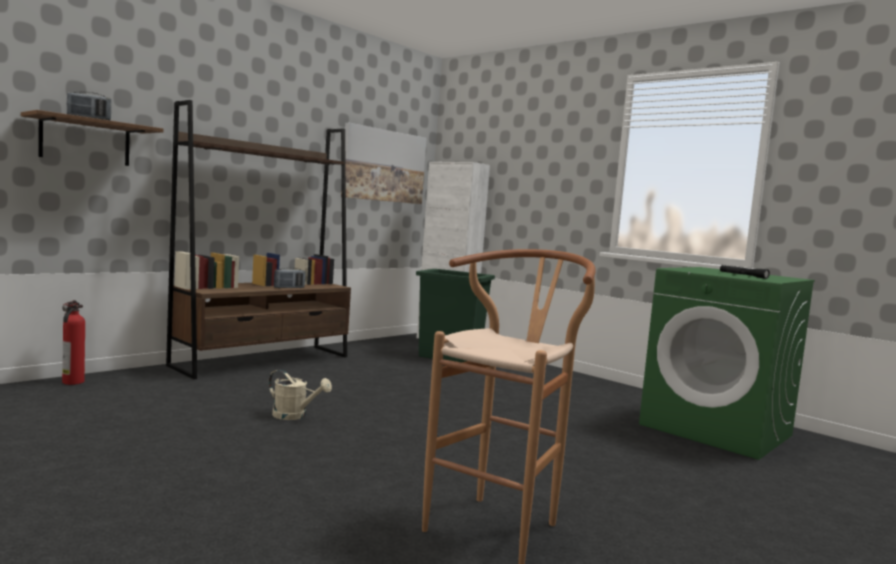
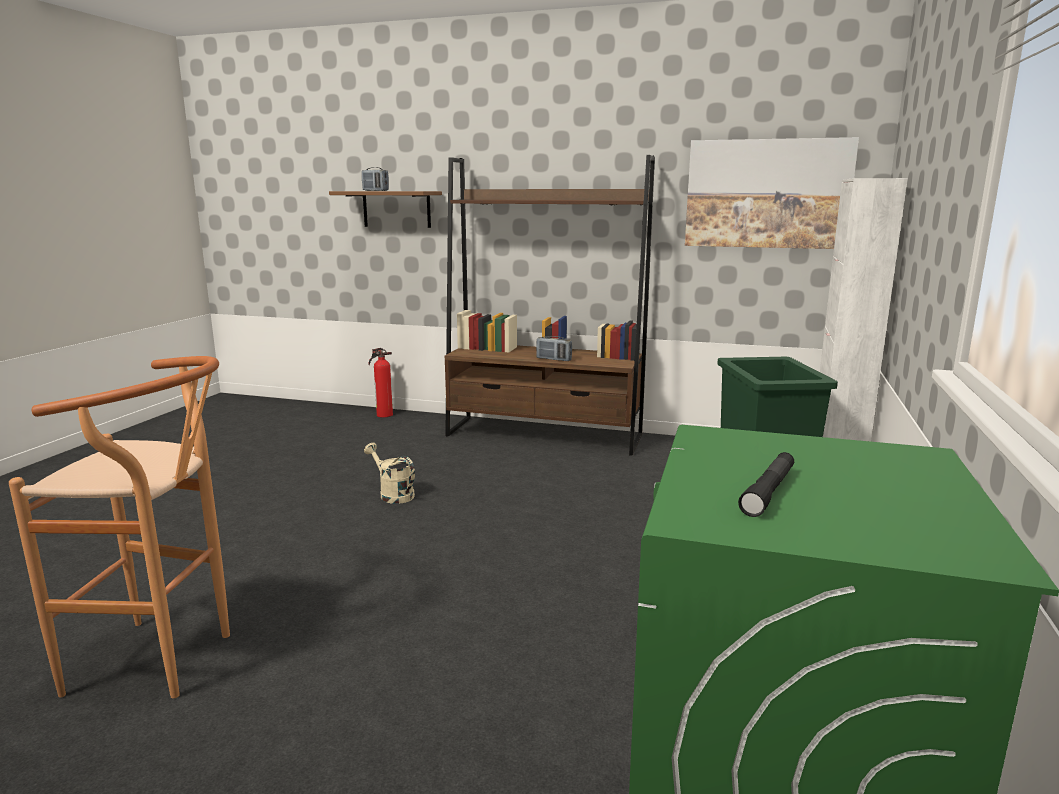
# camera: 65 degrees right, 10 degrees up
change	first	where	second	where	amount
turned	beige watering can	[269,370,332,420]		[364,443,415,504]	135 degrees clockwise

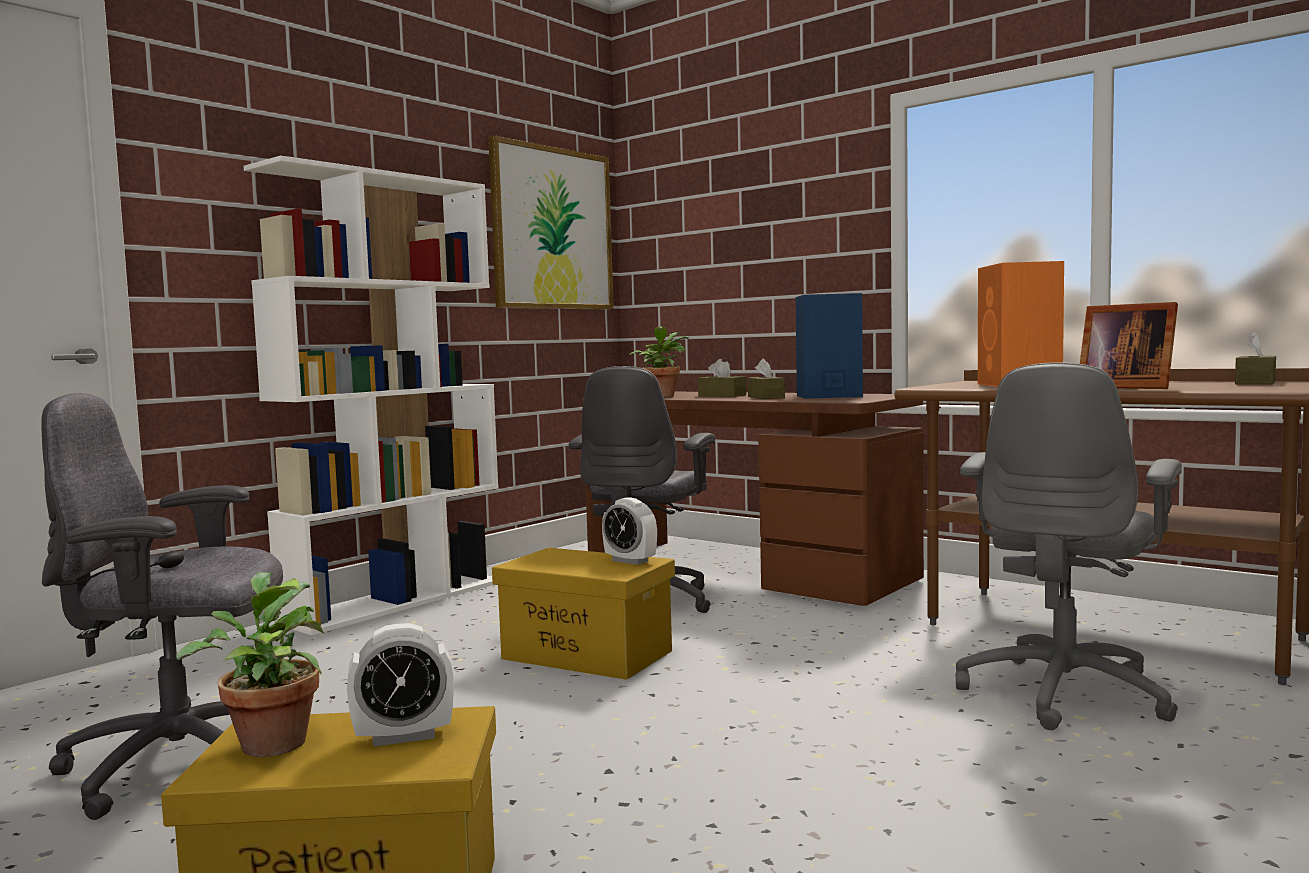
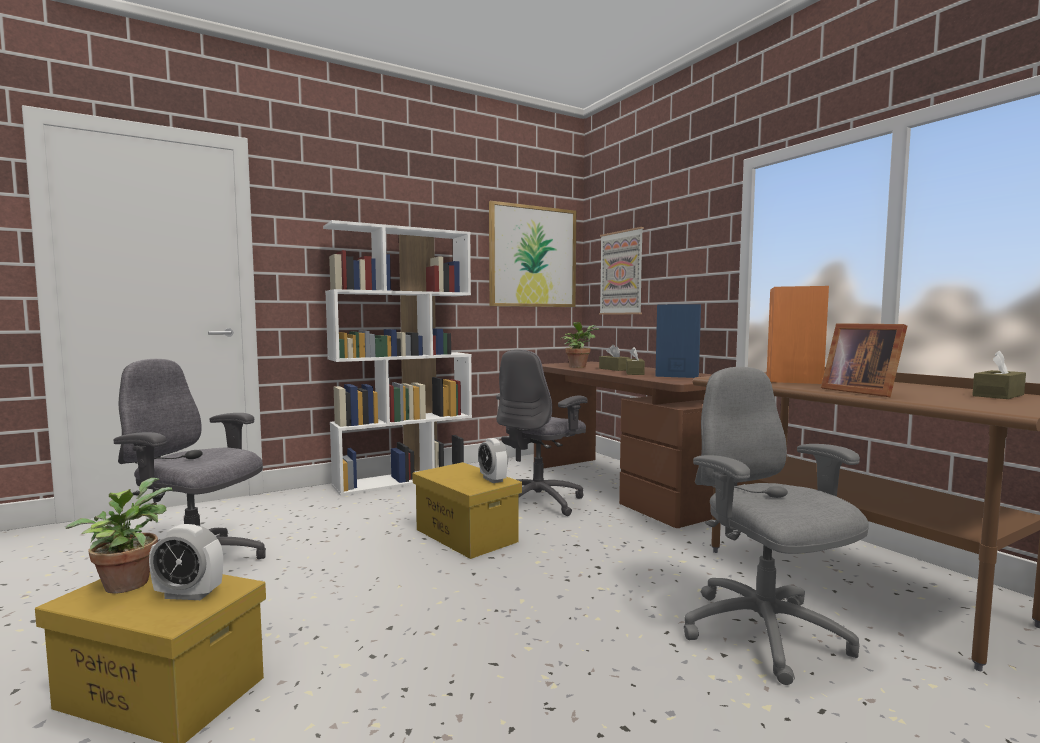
# camera: 20 degrees right, 0 degrees up
change	first	where	second	where	amount
added			picture	[599,227,644,315]	
turned	grey office chair	[955,362,1182,730]		[684,367,869,685]	105 degrees clockwise

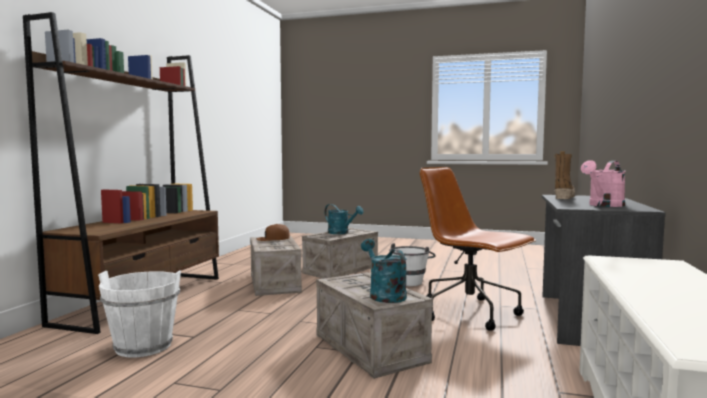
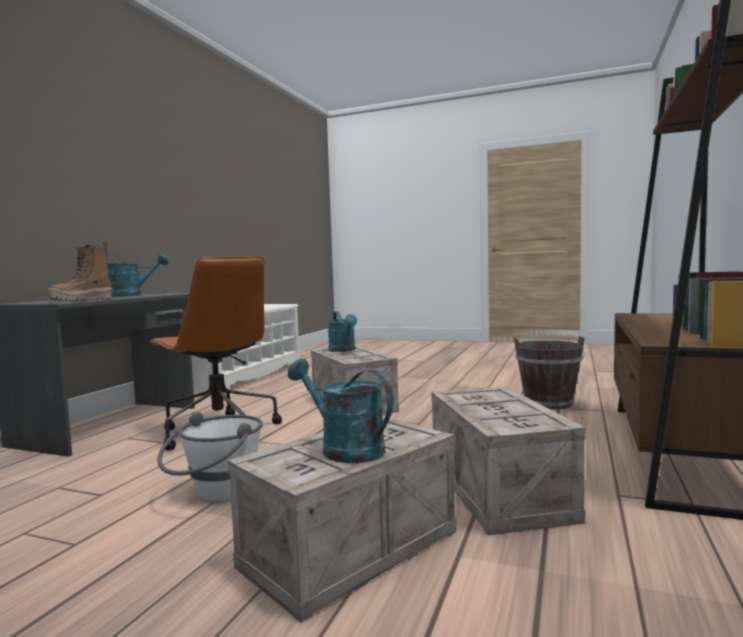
# camera: 175 degrees left, 0 degrees up
change	first	where	second	where	amount
recoloured	pink watering can	[581,160,626,207]	turquoise watering can	[108,253,168,297]	
recoloured	white bucket	[98,270,181,357]	brown bucket	[514,336,585,409]	
removed	brown cap	[257,224,290,241]			

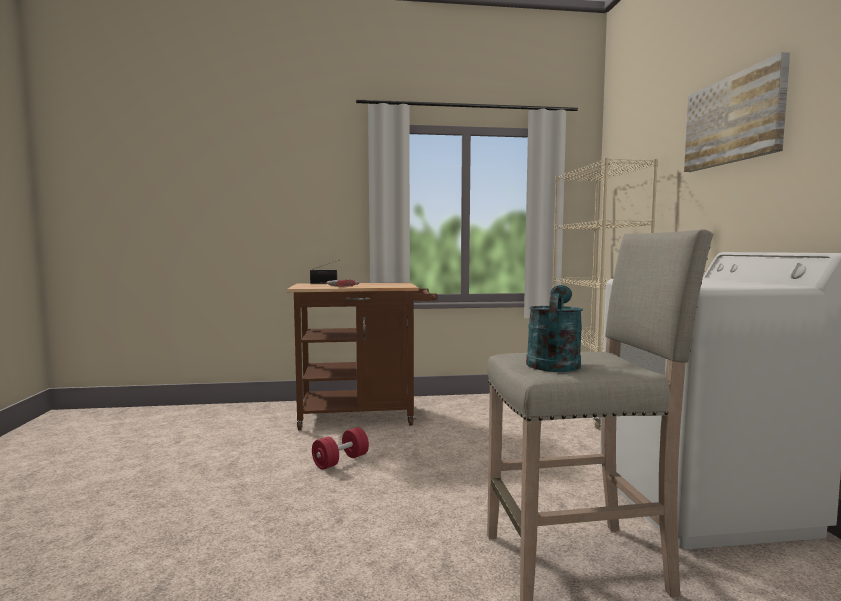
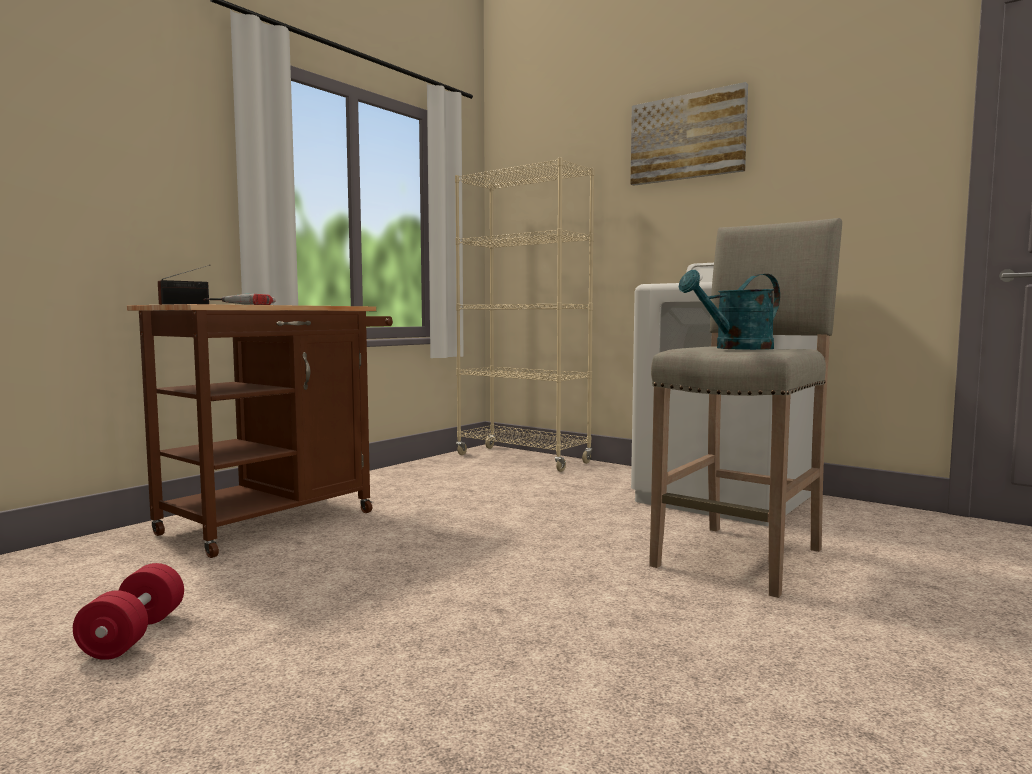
# camera: 45 degrees left, 0 degrees up
change	first	where	second	where	amount
moved	red dumbbell	[312,427,369,470]		[73,563,184,660]	
turned	turquoise watering can	[526,285,583,372]		[678,270,780,350]	90 degrees counterclockwise

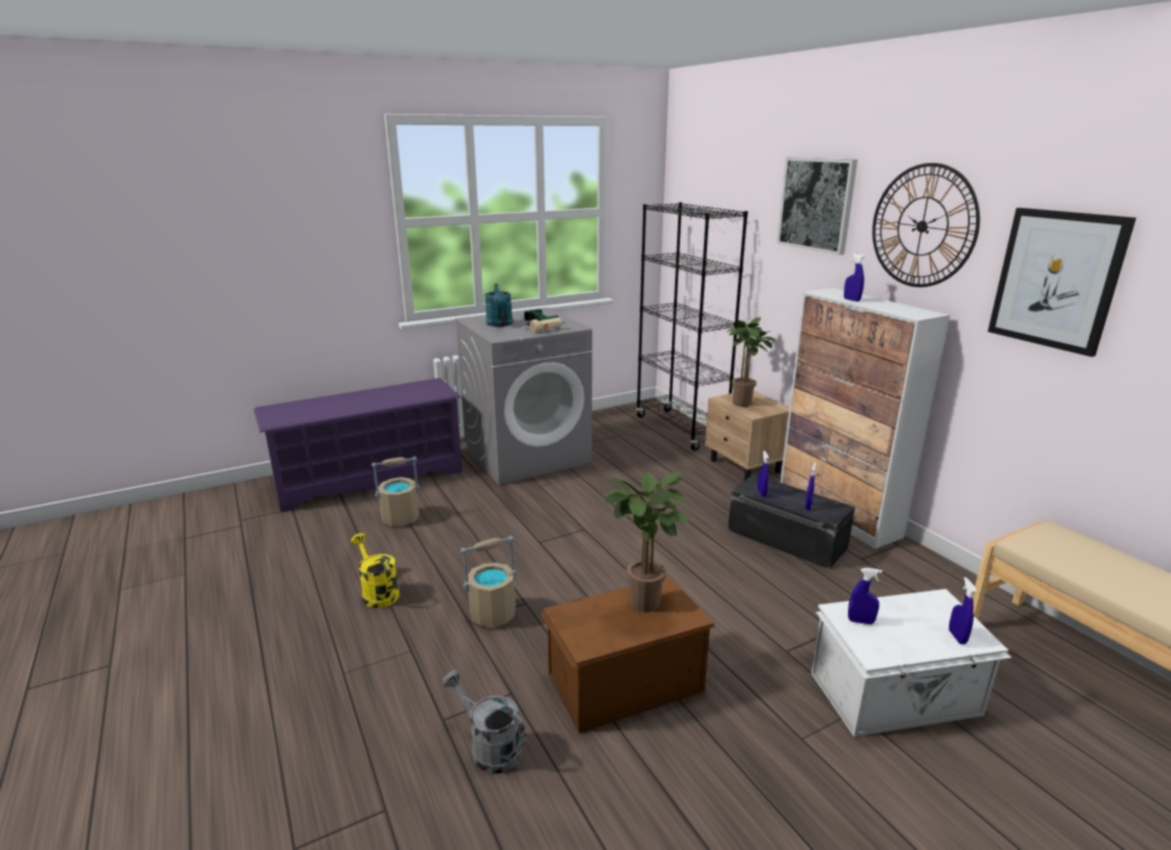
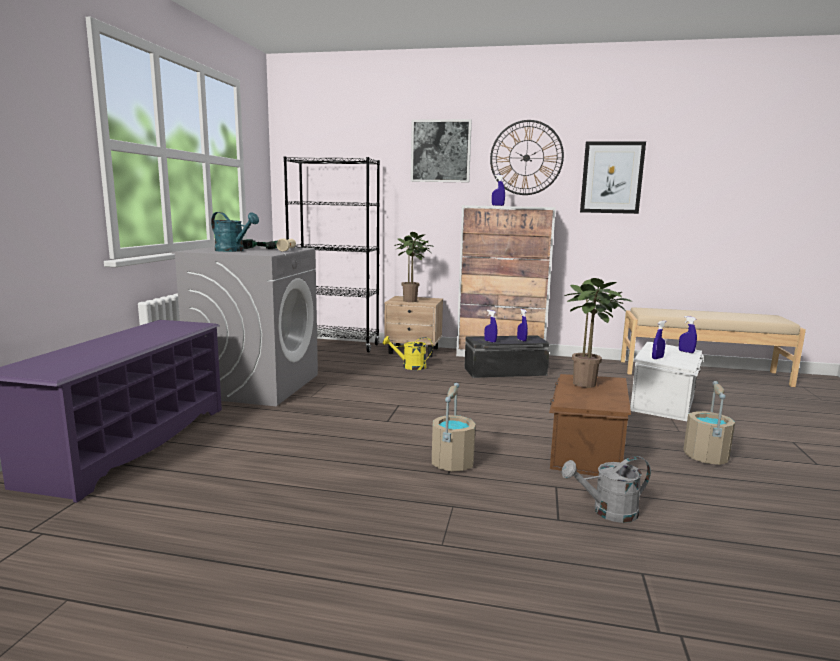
# camera: 50 degrees left, 10 degrees down
change	first	where	second	where	amount
moved	yellow watering can	[351,533,400,608]		[383,336,433,370]	
moved	beige bucket	[372,457,420,526]		[683,381,735,465]	

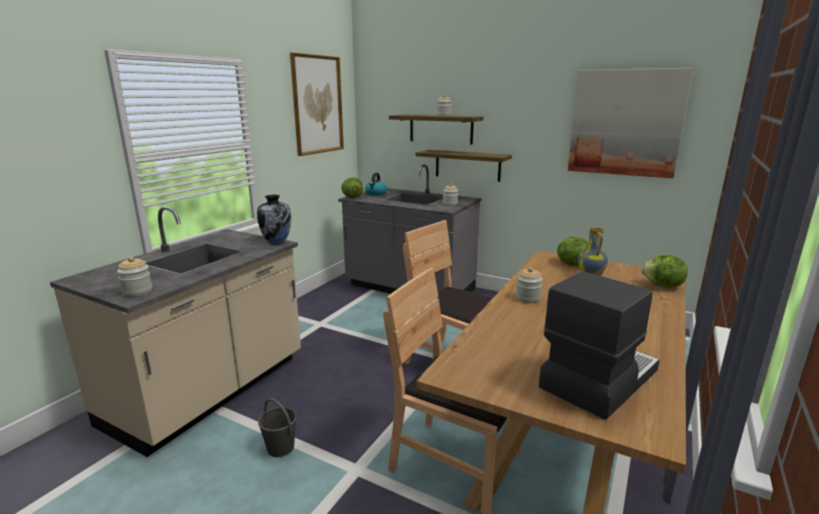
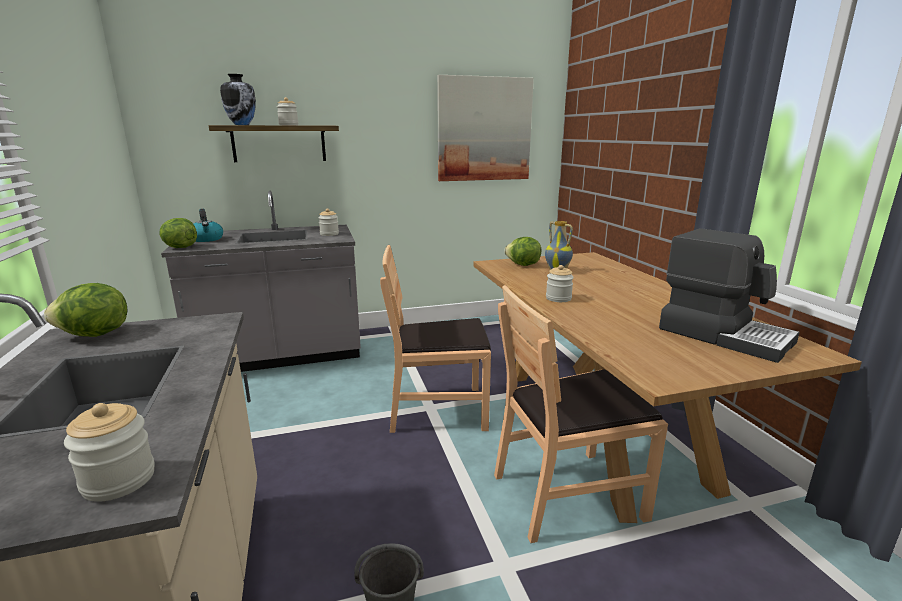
# camera: 45 degrees left, 0 degrees up
change	first	where	second	where	amount
moved	lettuce	[641,255,688,288]		[44,283,127,337]	
moved	vase	[257,195,291,245]		[220,74,256,125]	
turned	coffee machine	[539,271,660,420]		[659,228,800,363]	135 degrees clockwise
removed	picture	[290,53,344,156]			
removed	shelf	[416,150,512,182]			

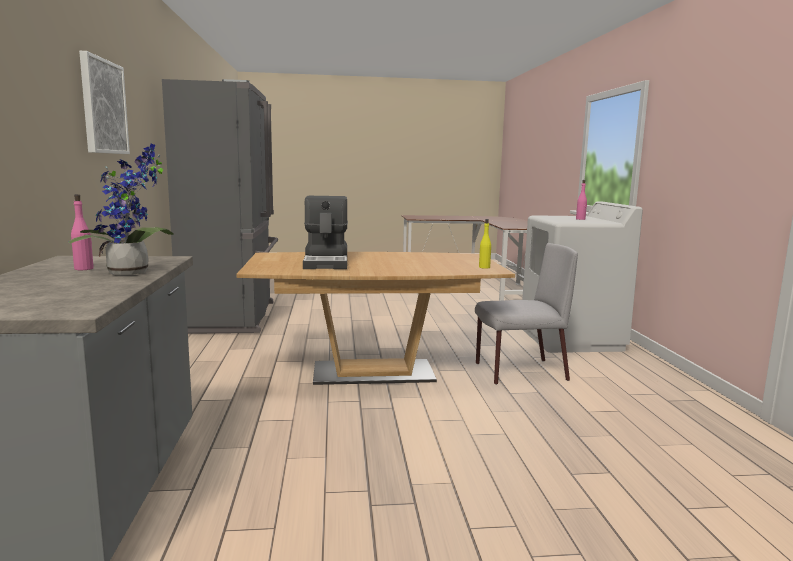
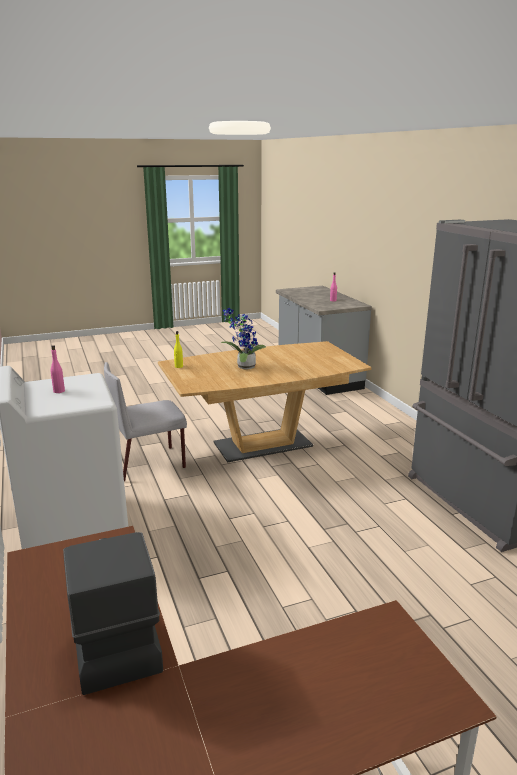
# camera: 165 degrees right, 10 degrees up
change	first	where	second	where	amount
moved	coffee machine	[303,196,348,269]		[63,532,163,695]	
moved	potted plant	[68,143,174,275]		[221,308,266,369]	
removed	picture	[79,51,130,154]			

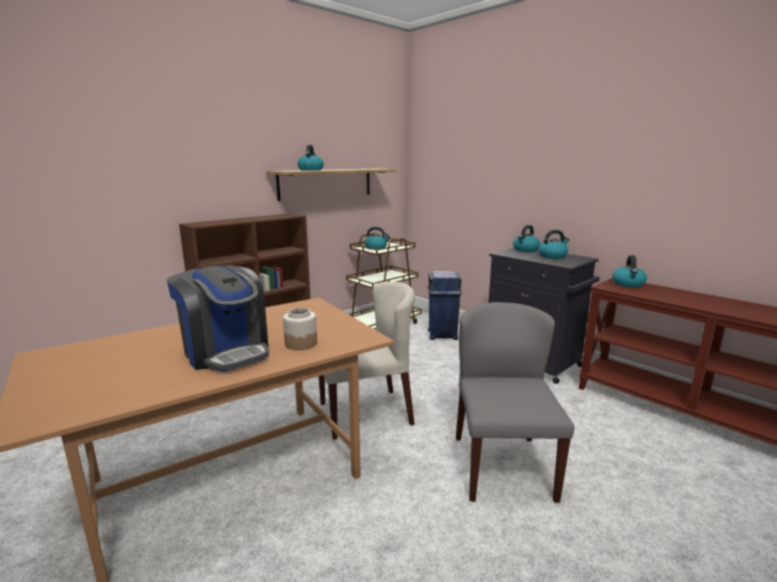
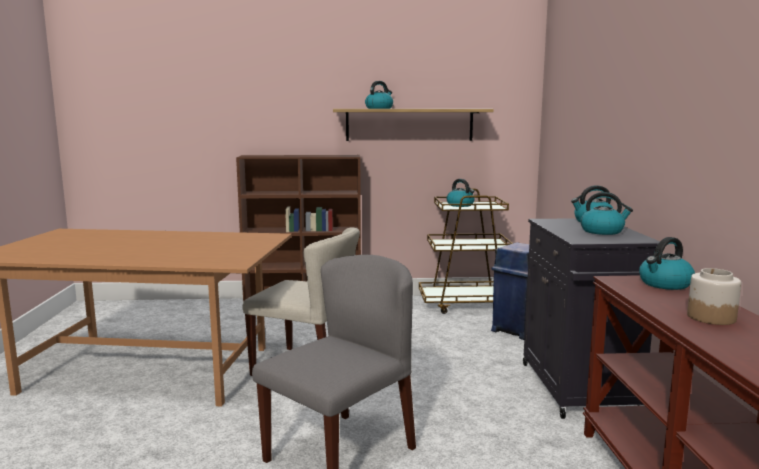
# camera: 40 degrees right, 5 degrees down
change	first	where	second	where	amount
moved	jar	[283,308,317,350]		[687,268,742,325]	
removed	coffee machine	[167,265,269,372]			

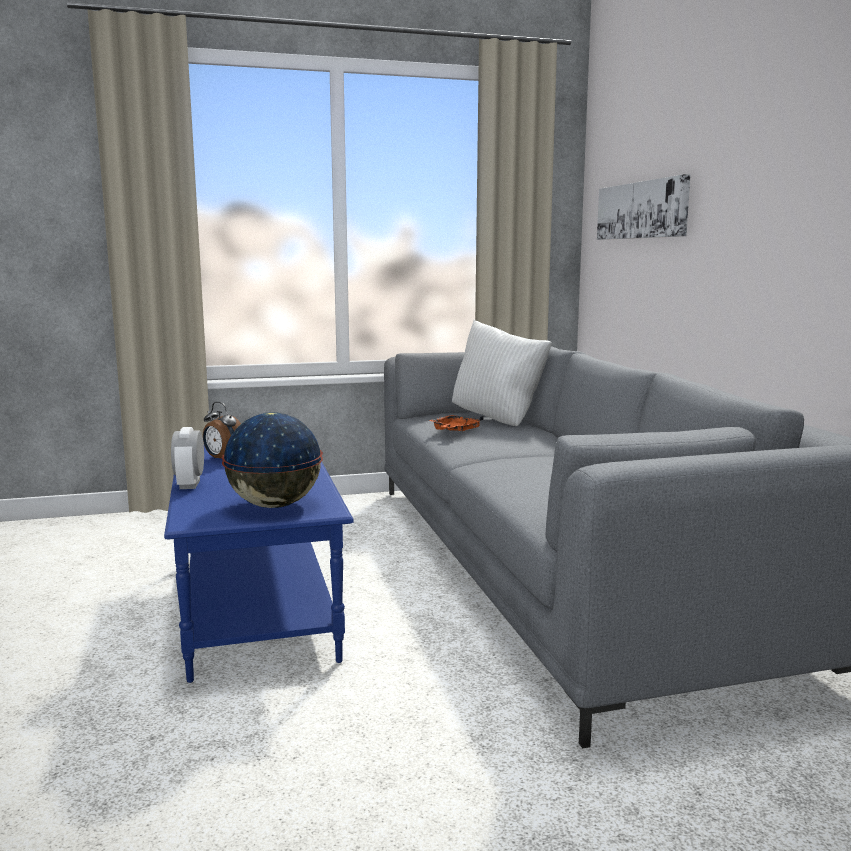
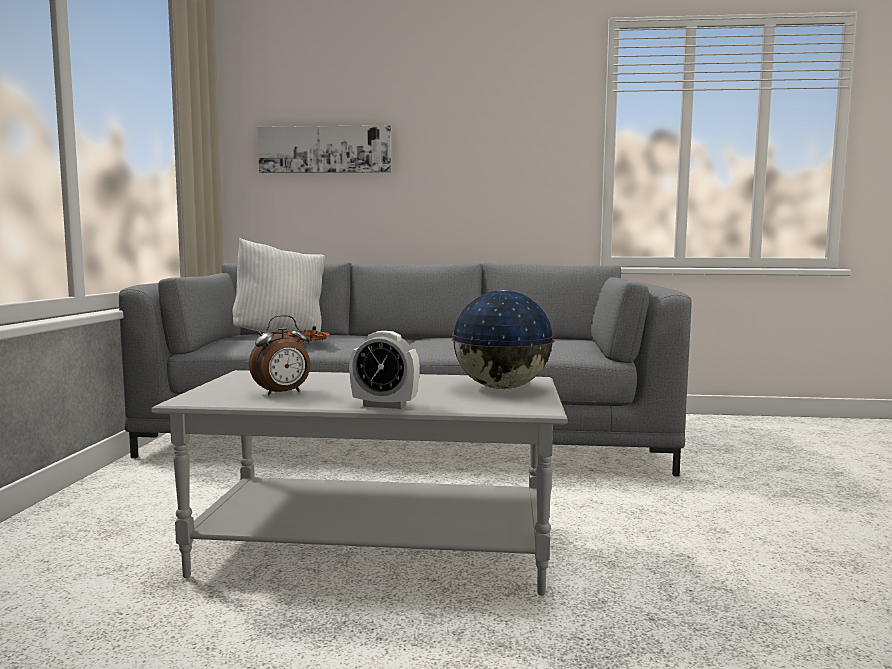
# camera: 70 degrees left, 5 degrees down
change	first	where	second	where	amount
recoloured	blue coffee table	[164,446,354,683]	grey coffee table	[151,370,568,596]	

